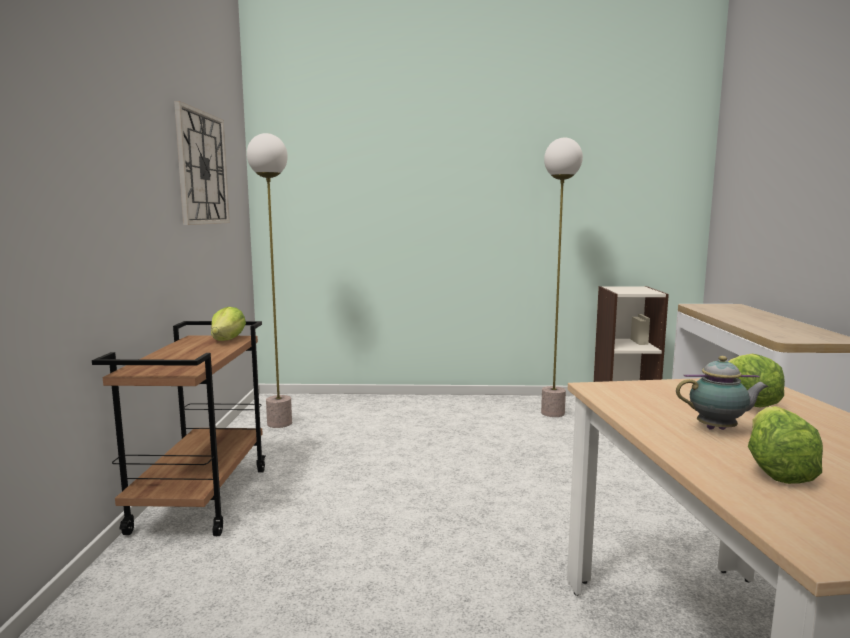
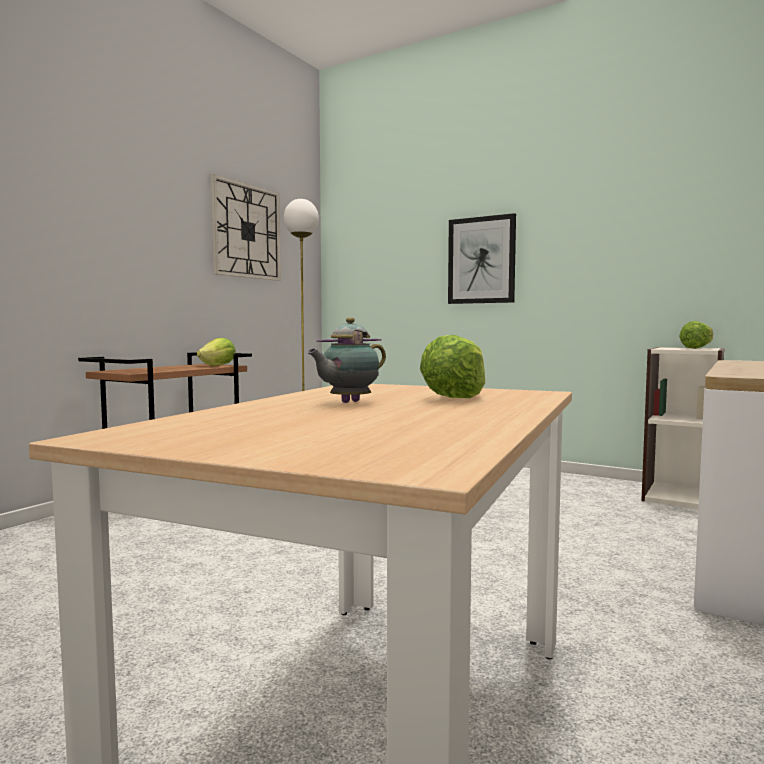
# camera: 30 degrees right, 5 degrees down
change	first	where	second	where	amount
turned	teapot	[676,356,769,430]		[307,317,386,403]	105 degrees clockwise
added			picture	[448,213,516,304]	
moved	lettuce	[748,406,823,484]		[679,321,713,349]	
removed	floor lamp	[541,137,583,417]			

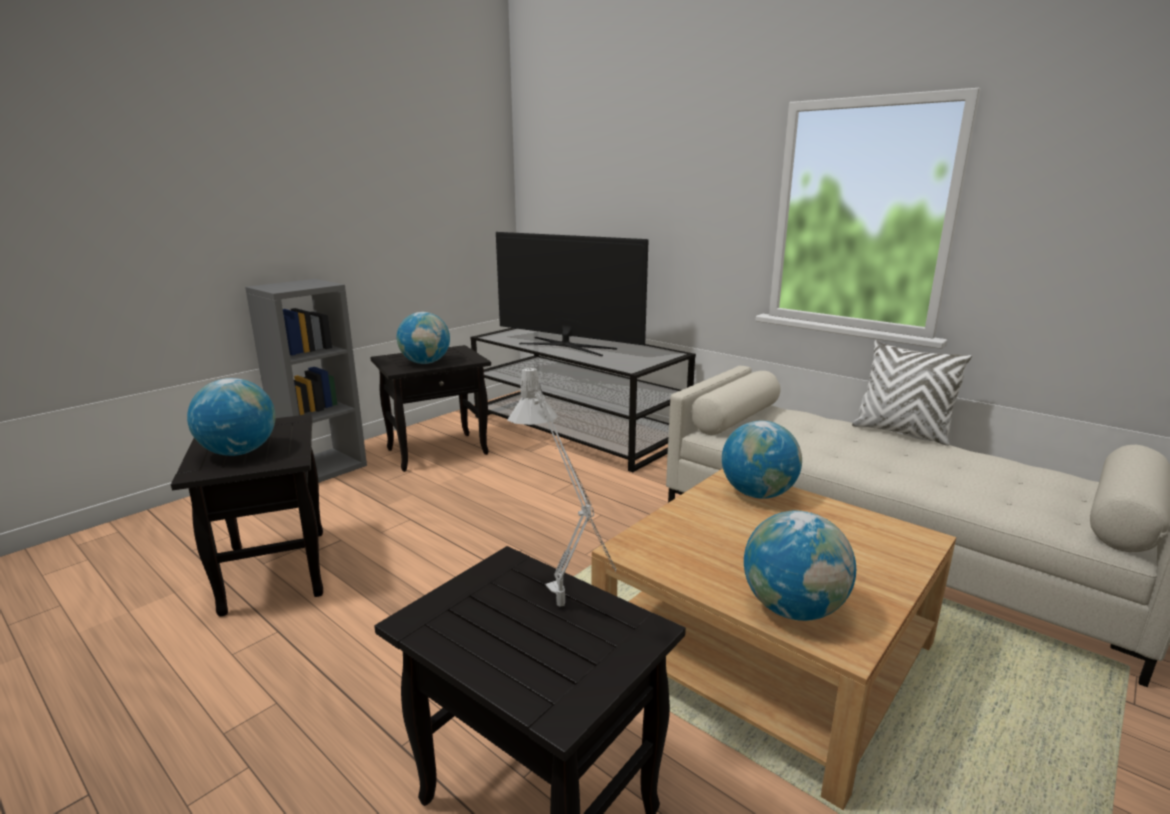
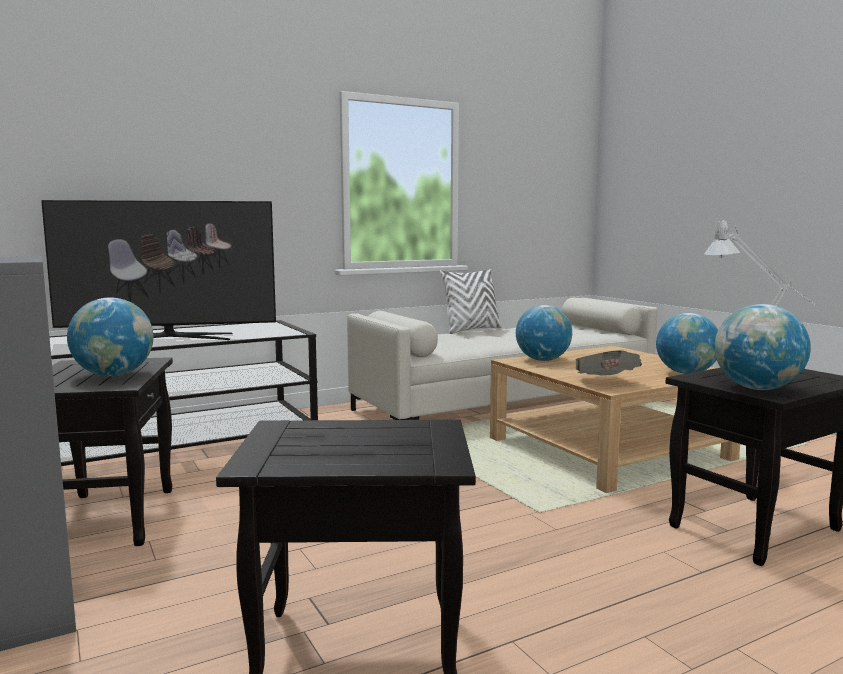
# camera: 70 degrees left, 10 degrees down
change	first	where	second	where	amount
turned	television	[496,232,649,356]		[41,200,276,340]	150 degrees counterclockwise
added			newspaper	[575,350,642,376]	
moved	globe	[187,378,276,456]		[715,304,811,390]	

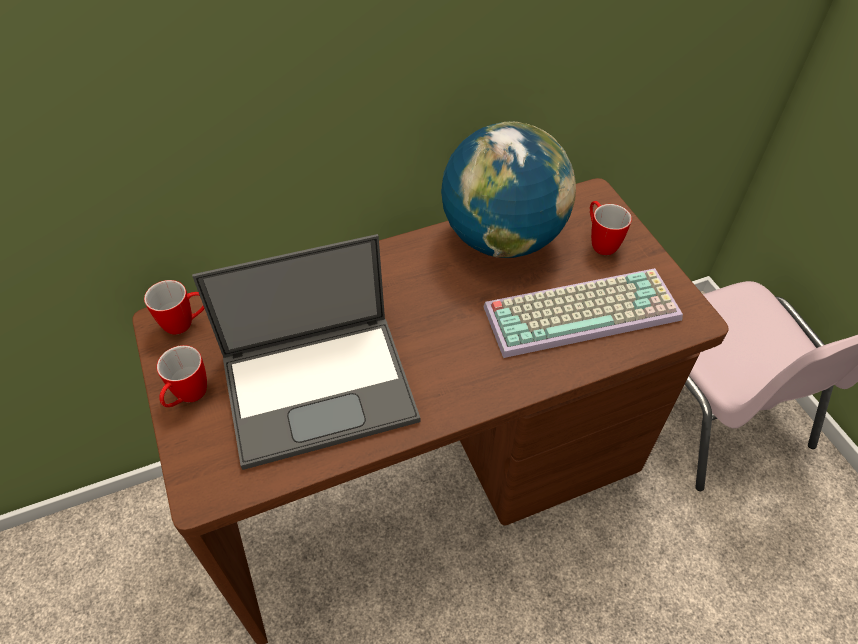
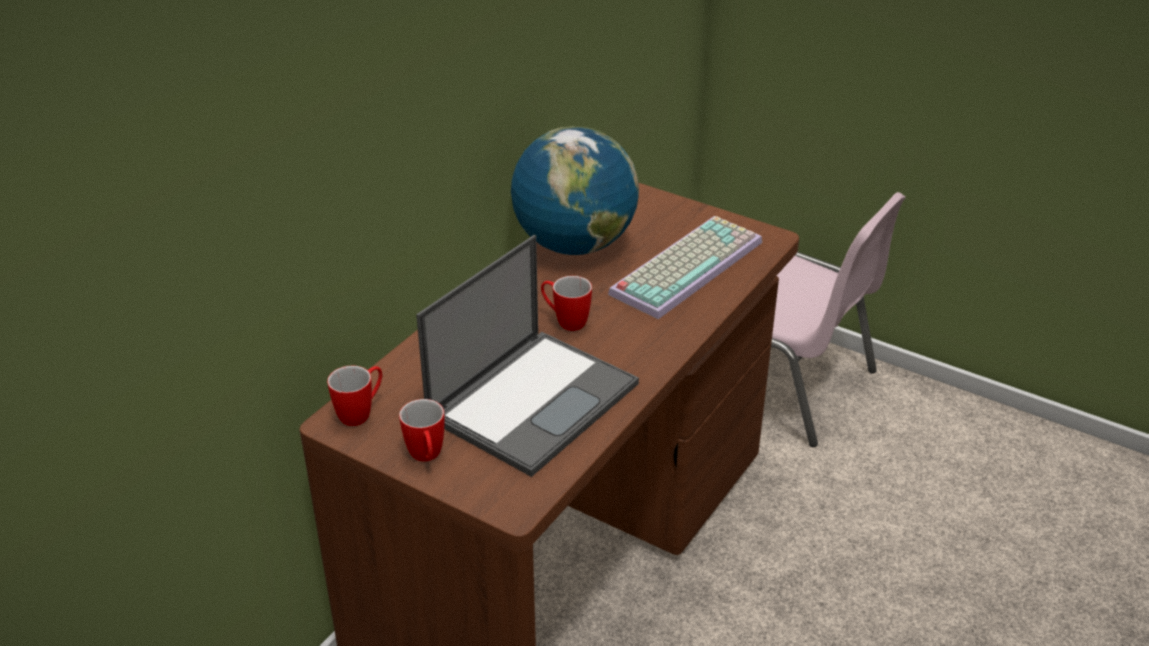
# camera: 35 degrees left, 15 degrees down
change	first	where	second	where	amount
moved	mug	[590,201,632,255]		[541,276,592,331]	

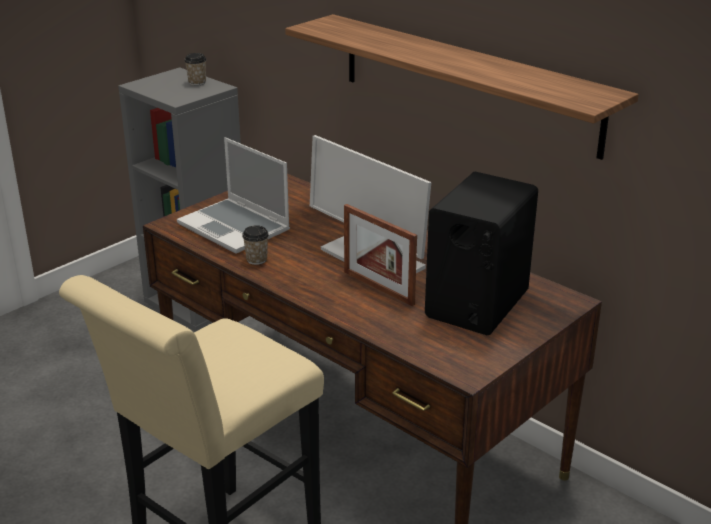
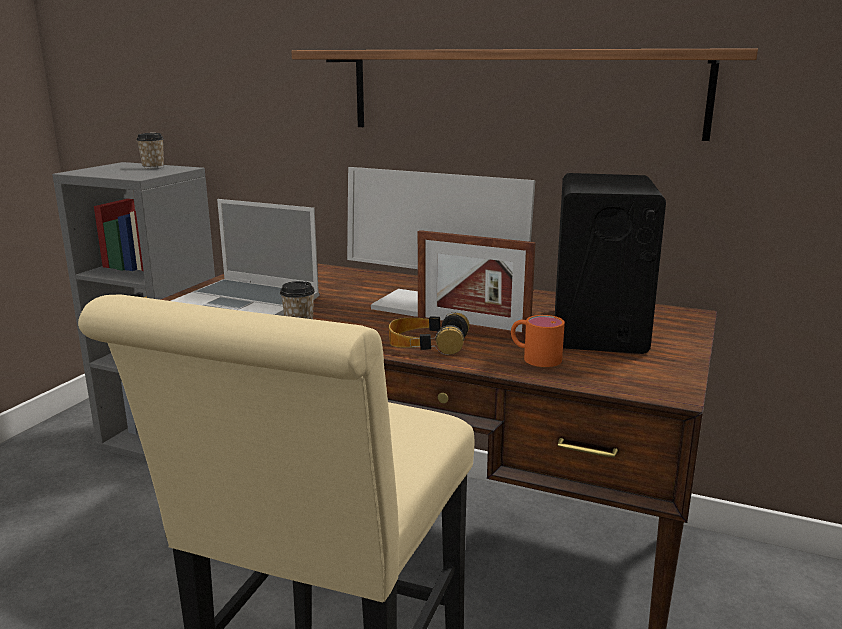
# camera: 20 degrees left, 10 degrees down
change	first	where	second	where	amount
added			headphones	[389,312,470,355]	
added			orange mug	[511,315,565,367]	

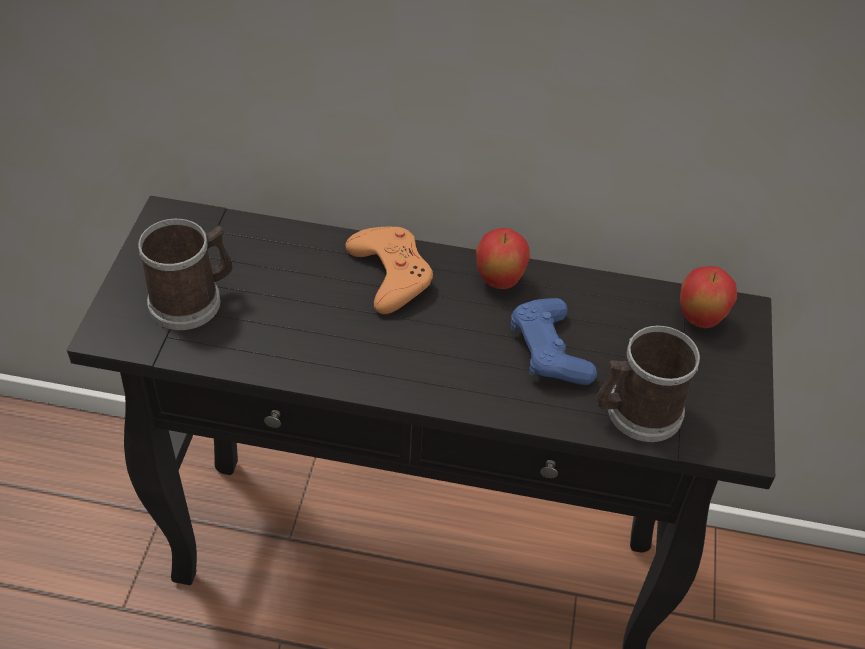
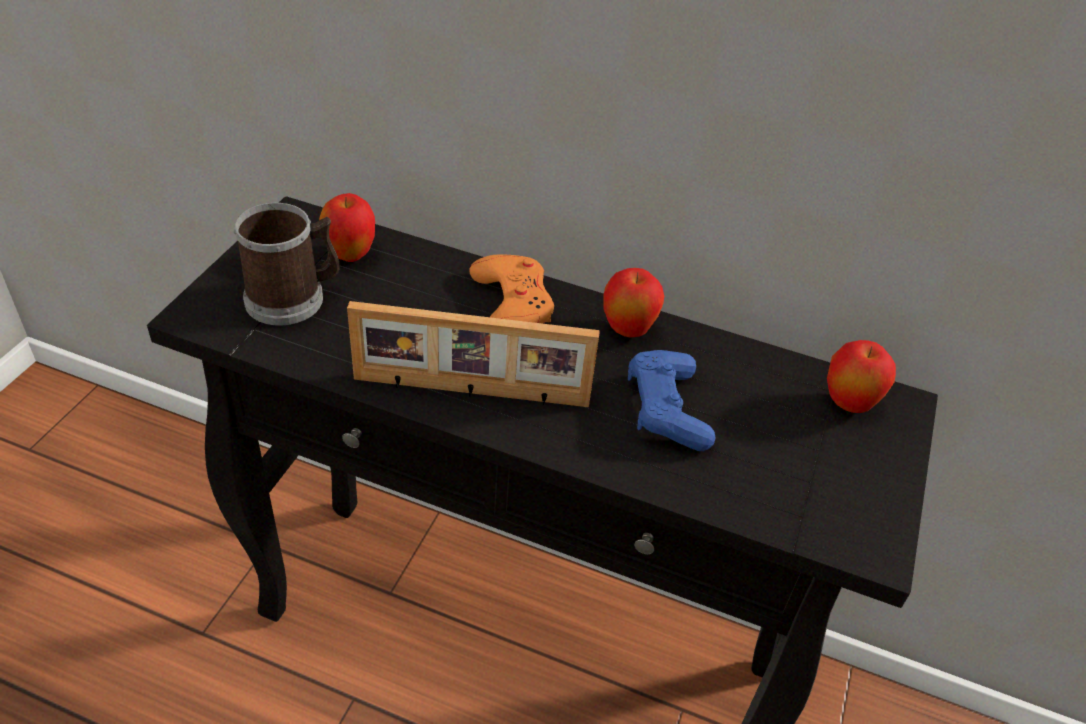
# camera: 10 degrees right, 5 degrees down
change	first	where	second	where	amount
added			apple	[319,193,375,262]	
added			picture frame	[347,301,600,407]	
removed	mug	[596,326,700,442]			

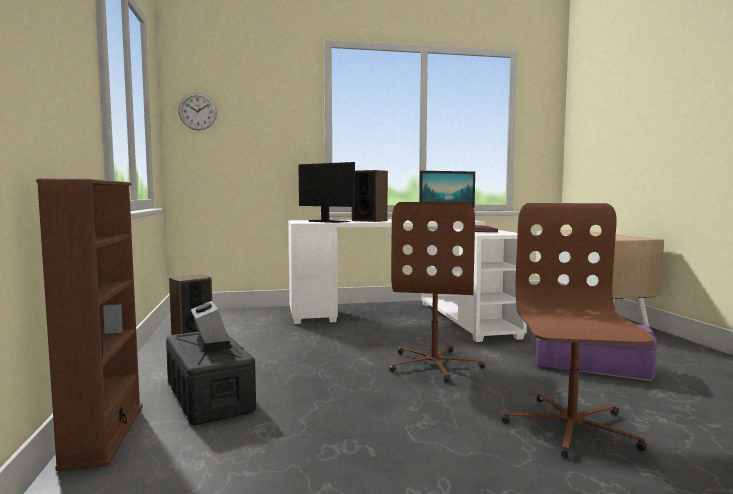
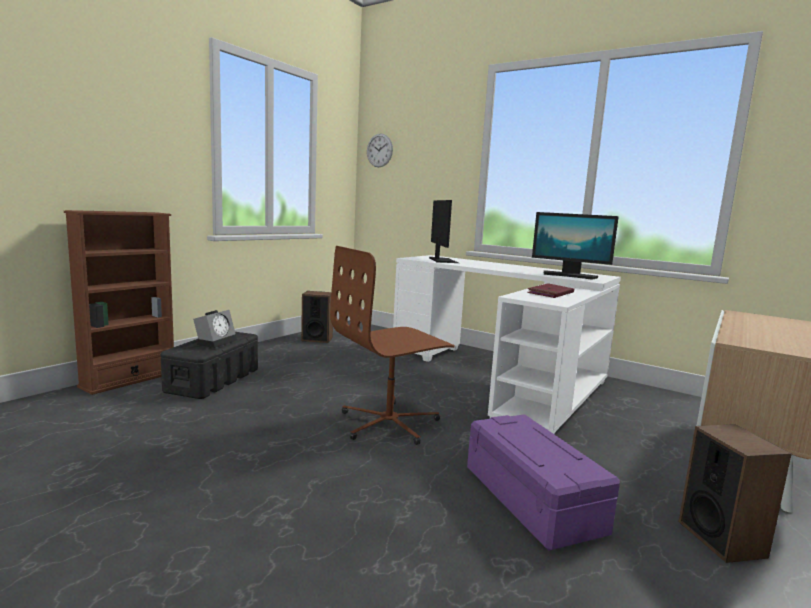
# camera: 45 degrees right, 5 degrees up
change	first	where	second	where	amount
moved	speaker	[352,170,388,222]		[678,424,792,563]	
removed	brown office chair	[502,203,654,458]			

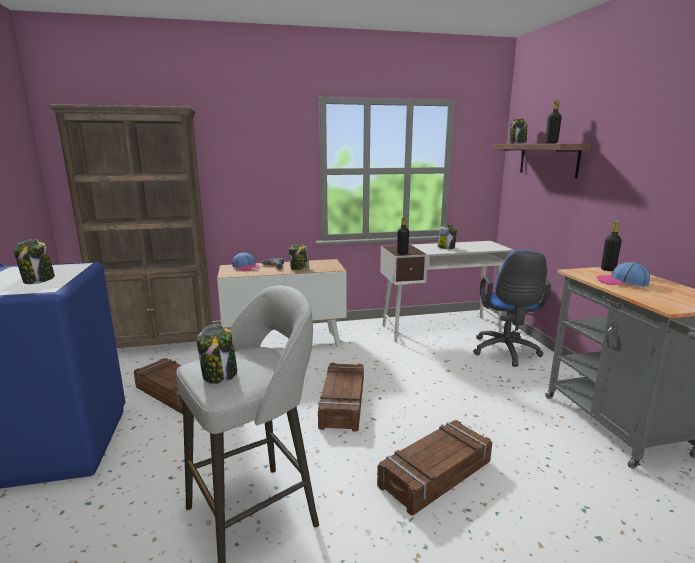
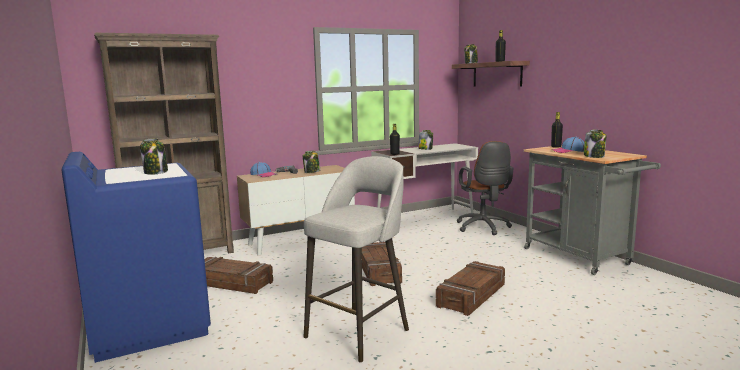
# camera: 15 degrees left, 5 degrees down
change	first	where	second	where	amount
recoloured	blue office chair	[473,250,551,367]	brown office chair	[457,141,513,235]	
moved	jar	[197,324,237,384]		[584,130,606,158]	

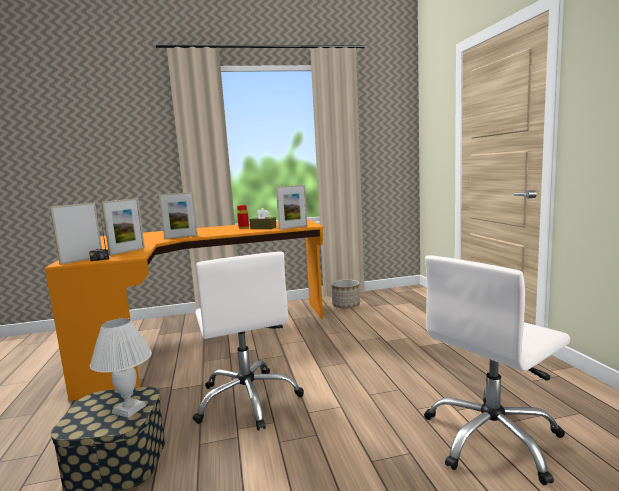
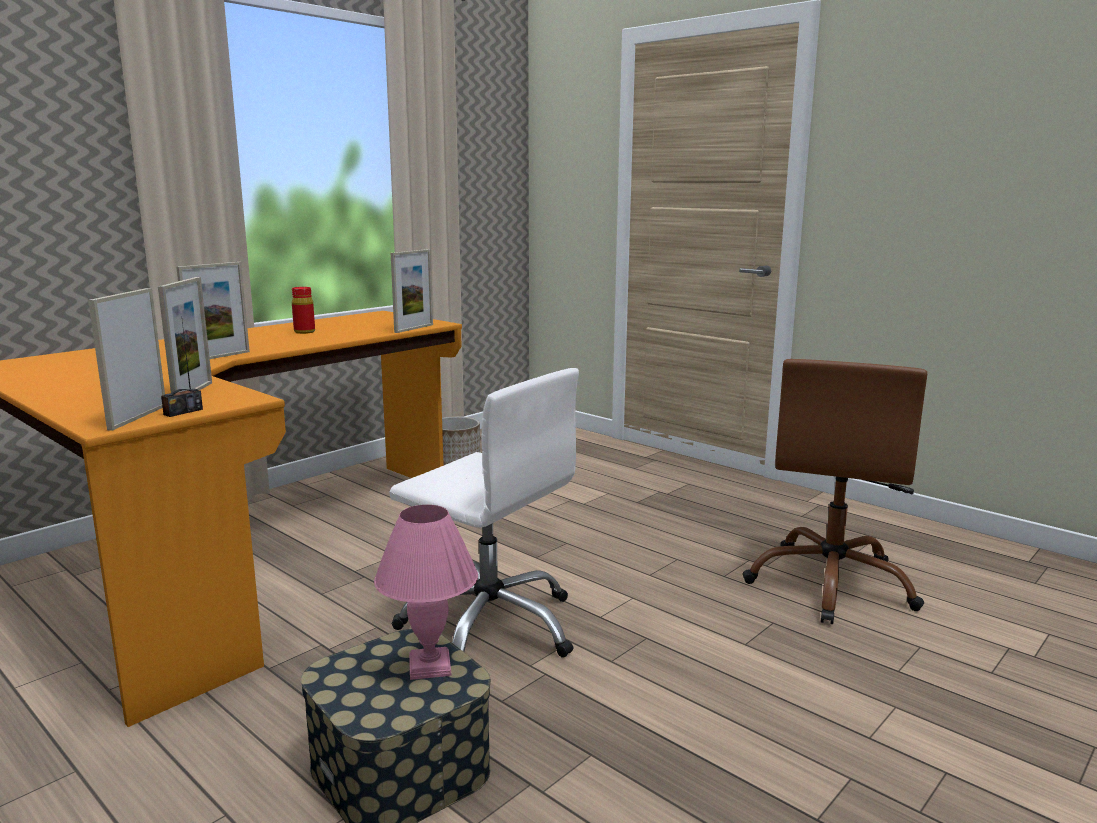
# camera: 35 degrees left, 5 degrees up
change	first	where	second	where	amount
recoloured	white table lamp	[90,318,152,418]	pink table lamp	[374,505,478,680]	
recoloured	white office chair	[424,256,570,485]	brown office chair	[743,359,927,624]	
removed	brown tissue box	[249,208,276,229]			

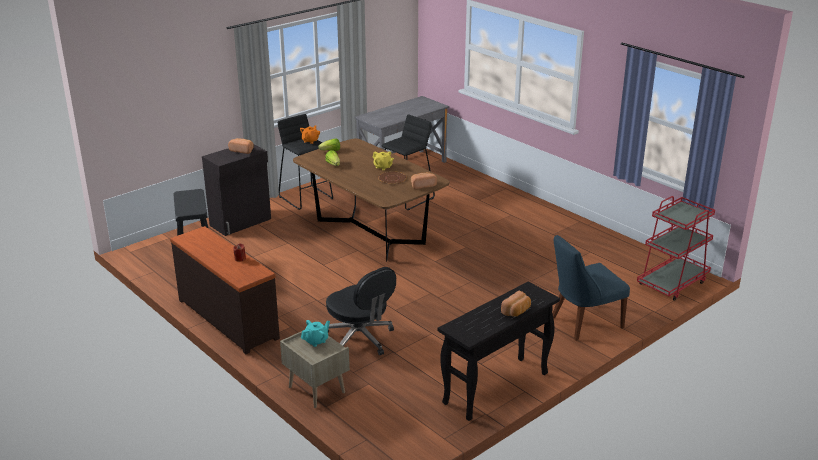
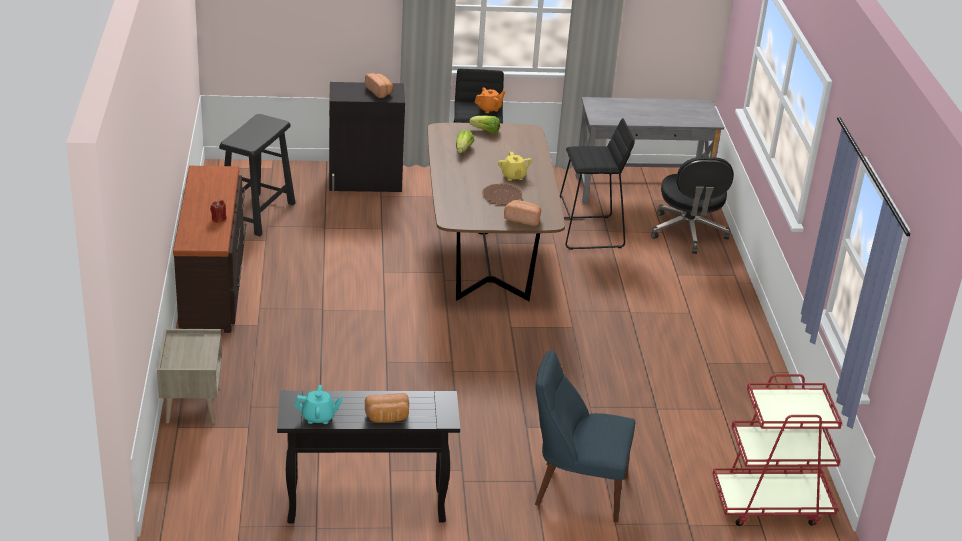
# camera: 35 degrees right, 5 degrees up
change	first	where	second	where	amount
moved	turquoise teapot	[301,320,330,347]		[295,385,343,424]	
moved	black office chair	[324,267,396,355]		[651,157,734,254]	

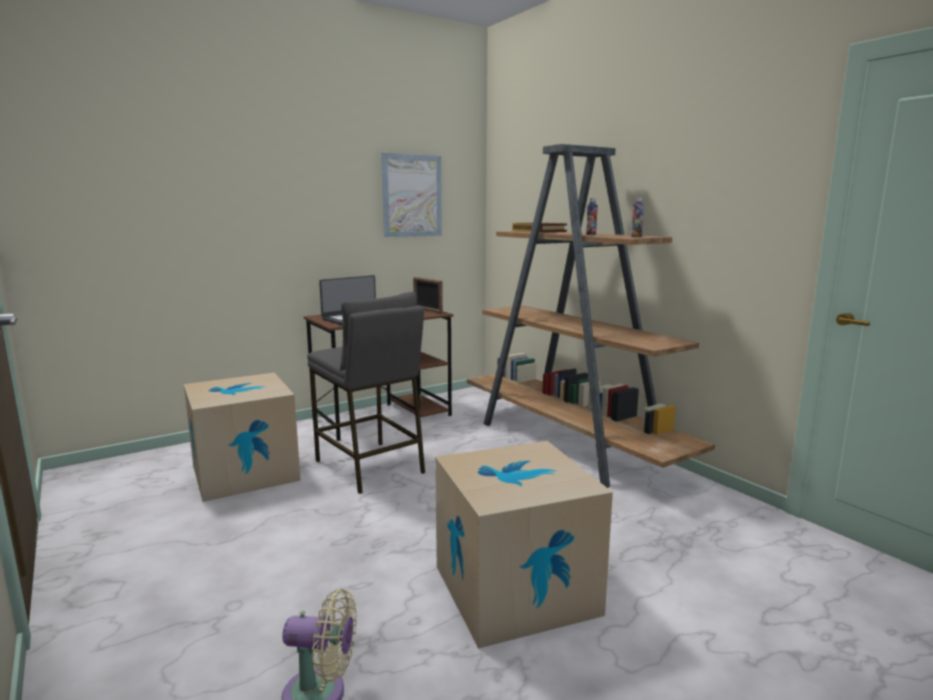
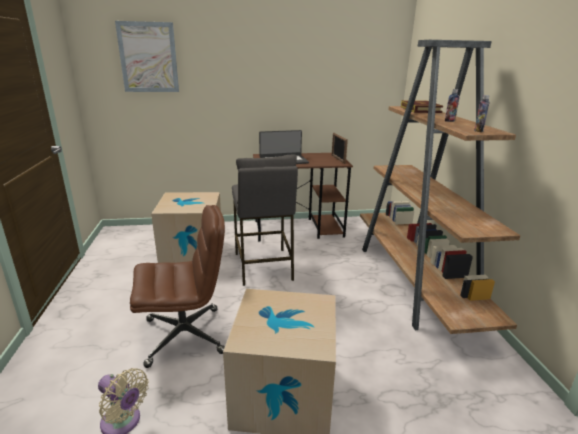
# camera: 25 degrees right, 10 degrees up
change	first	where	second	where	amount
moved	picture	[381,153,442,237]		[115,21,179,92]	
added			brown office chair	[130,205,225,368]	

